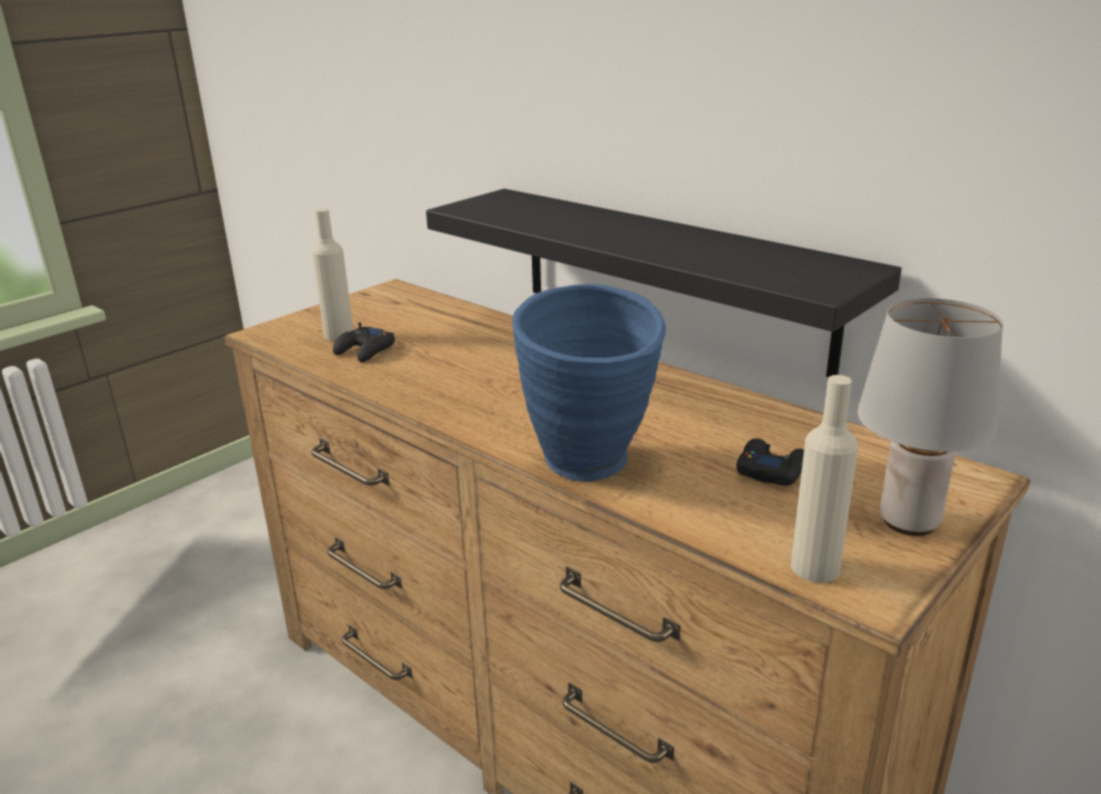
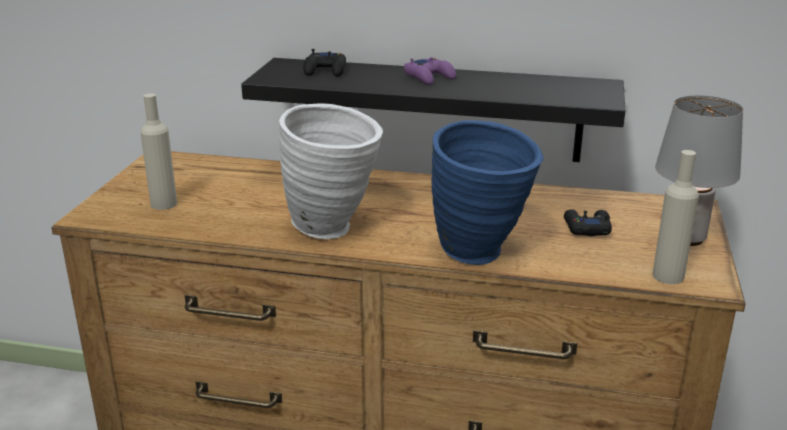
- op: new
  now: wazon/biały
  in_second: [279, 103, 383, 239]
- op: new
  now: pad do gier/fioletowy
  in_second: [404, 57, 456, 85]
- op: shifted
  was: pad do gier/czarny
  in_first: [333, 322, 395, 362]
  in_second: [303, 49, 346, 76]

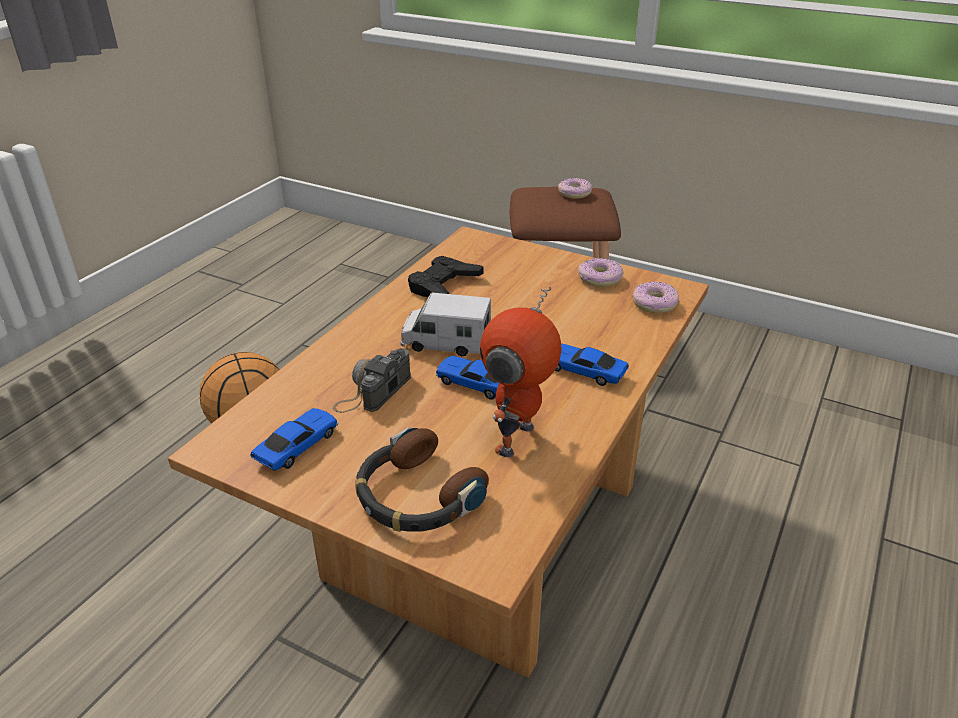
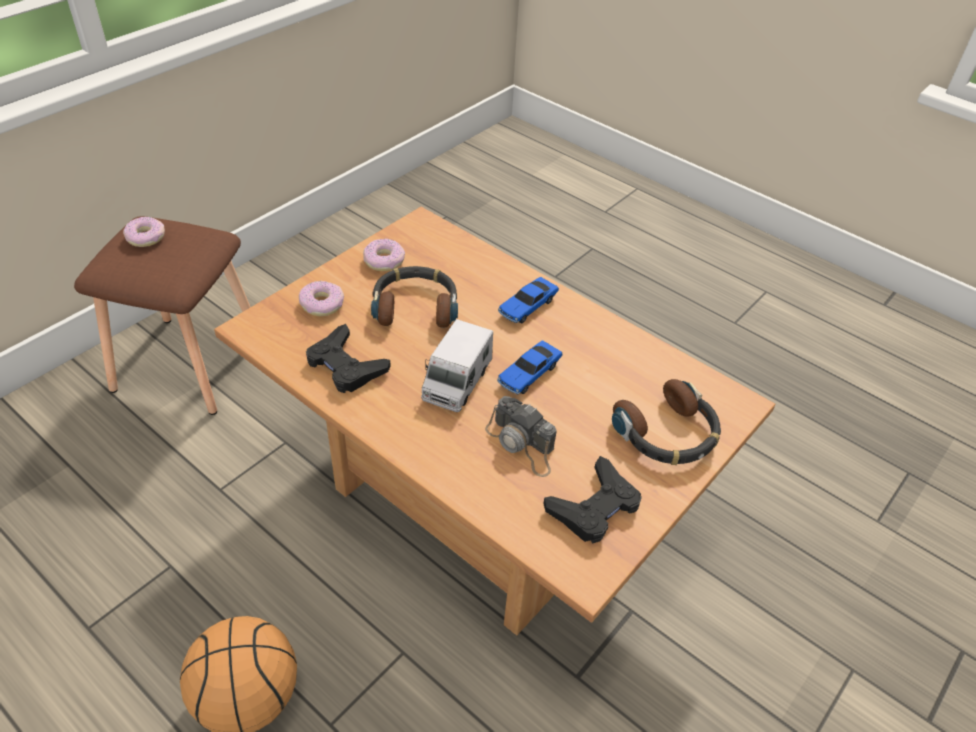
- op: gone
  was: robot zabawkowy
  in_first: [480, 286, 562, 457]
- op: new
  now: słuchawki
  in_second: [371, 266, 458, 328]
- op: shifted
  was: donut
  in_first: [632, 281, 679, 313]
  in_second: [299, 281, 344, 316]
- op: swapped
  was: samochodzik
  now: pad do gier/czarny
  in_first: [251, 408, 338, 471]
  in_second: [543, 456, 642, 543]

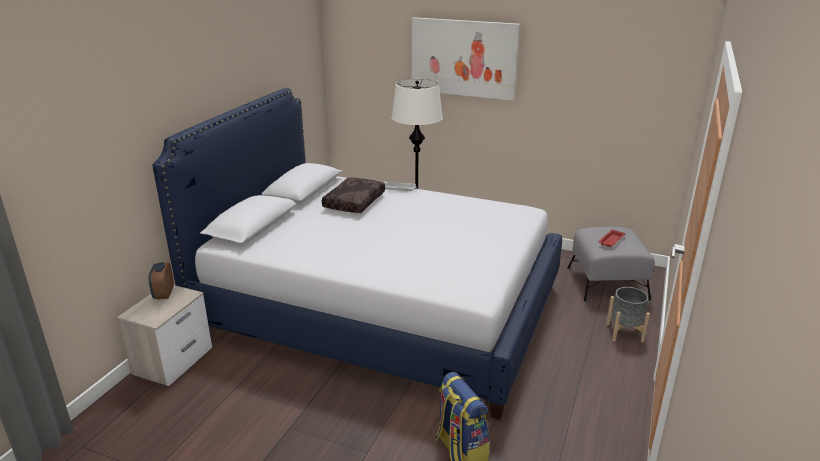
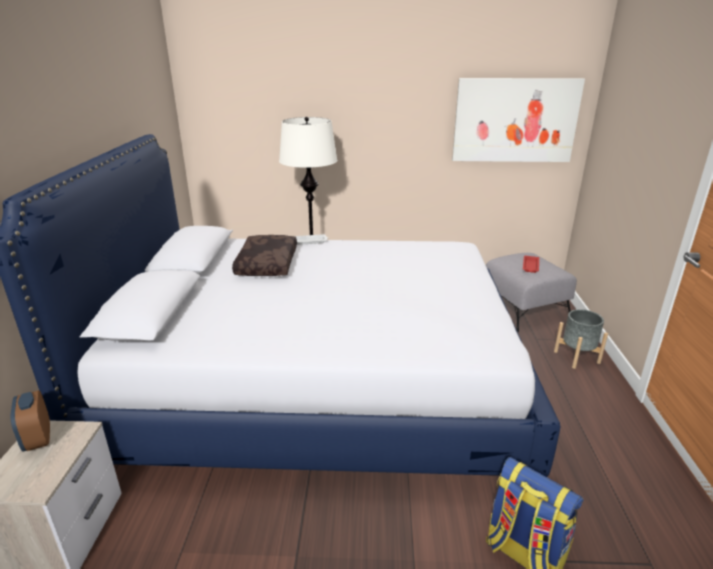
- op: shifted
  was: obraz
  in_first: [412, 17, 520, 100]
  in_second: [452, 78, 585, 162]

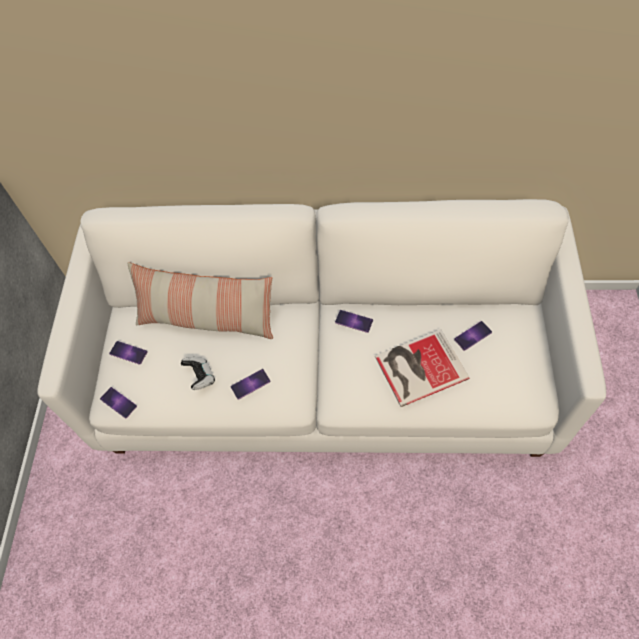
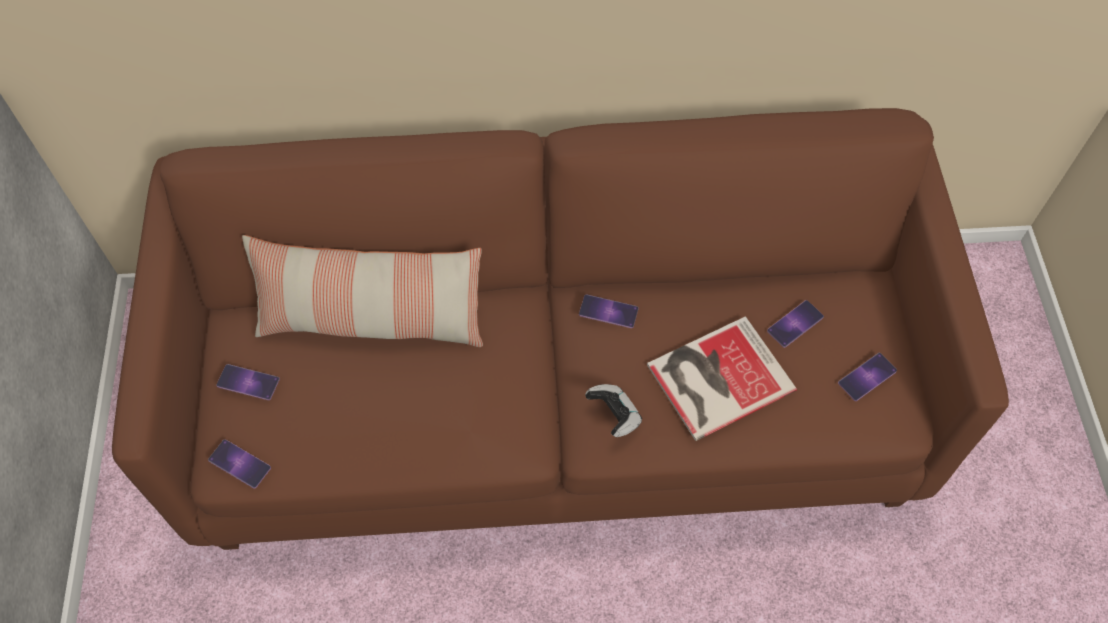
- op: shifted
  was: pad do gier
  in_first: [181, 357, 215, 390]
  in_second: [585, 384, 642, 437]
- op: shifted
  was: telefon
  in_first: [231, 369, 270, 400]
  in_second: [838, 353, 897, 401]
- op: repainted
  was: kanapa/biały
  now: kanapa/brązowy
  in_first: [37, 199, 606, 457]
  in_second: [112, 108, 1009, 550]

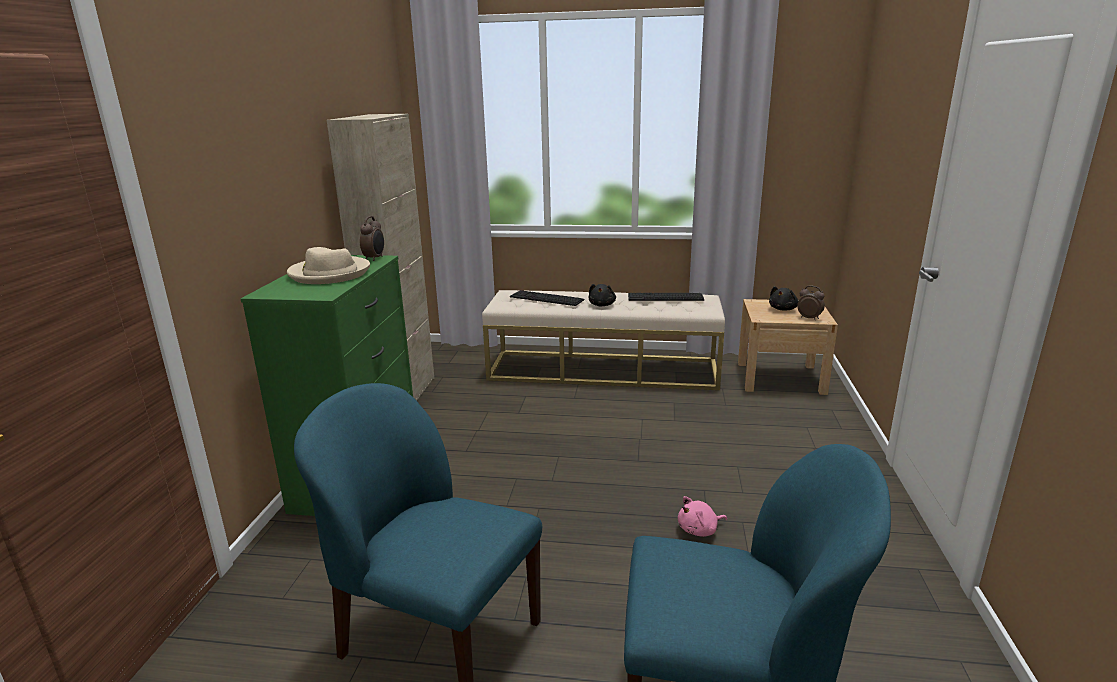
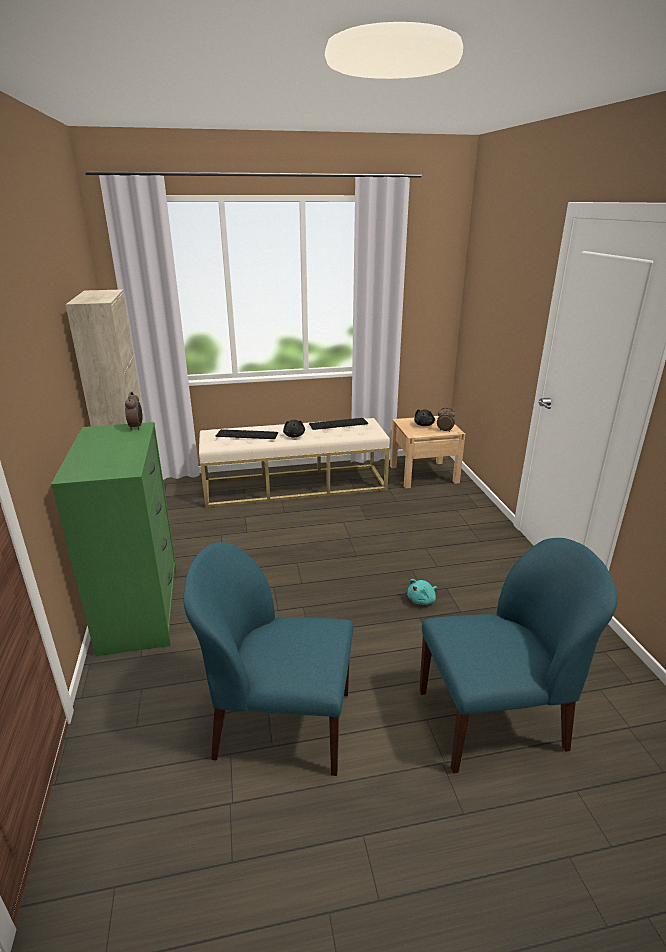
- op: gone
  was: kapelusz/beżowy
  in_first: [287, 247, 370, 284]
- op: repainted
  was: pluszak/różowy
  now: pluszak/turkusowy
  in_first: [678, 496, 727, 537]
  in_second: [407, 579, 437, 605]

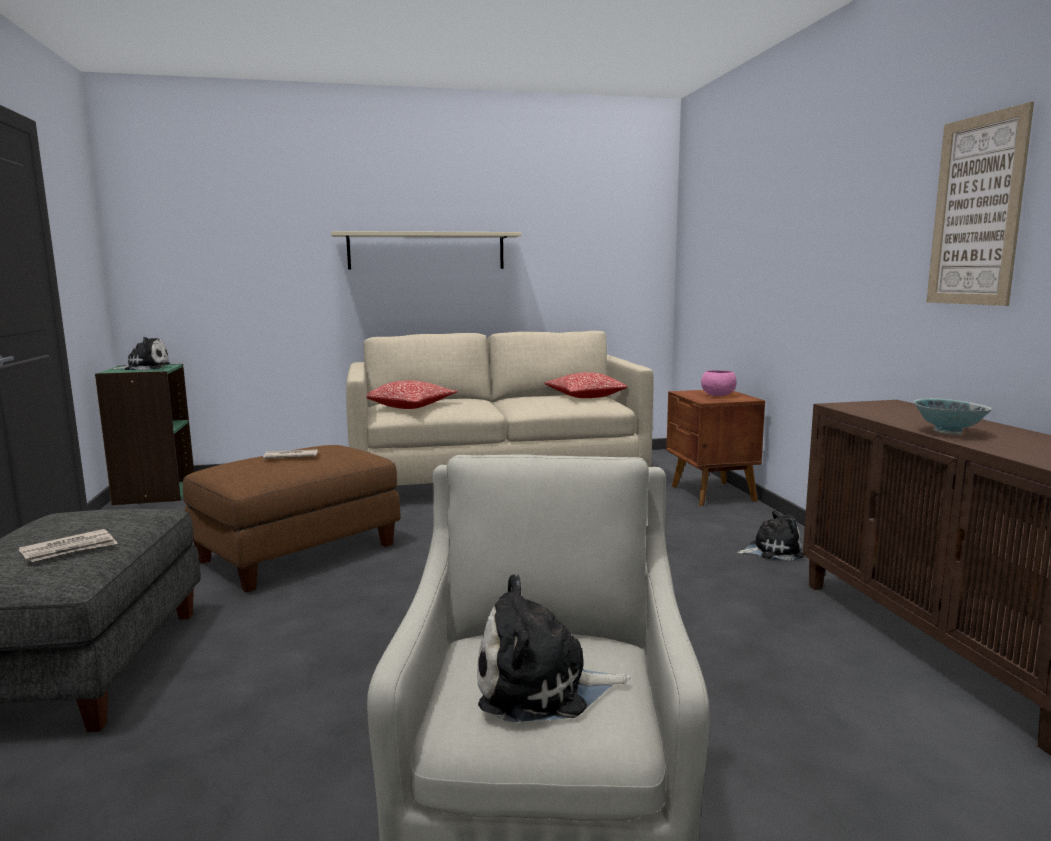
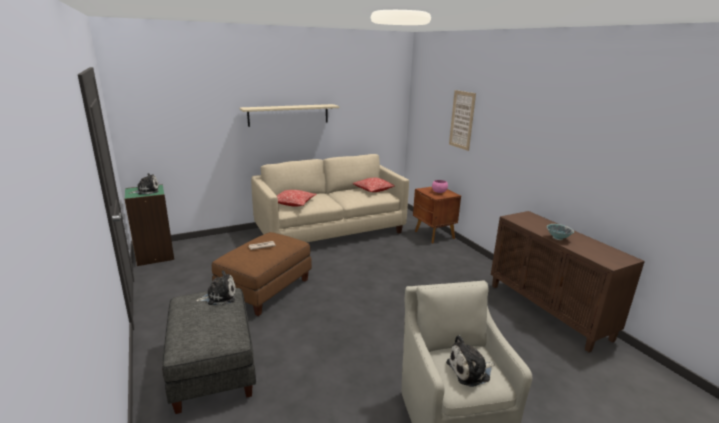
- op: gone
  was: gazeta
  in_first: [18, 529, 118, 562]
- op: shifted
  was: pluszak
  in_first: [737, 510, 804, 561]
  in_second: [195, 270, 236, 305]
- op: shifted
  was: obraz
  in_first: [927, 102, 1034, 306]
  in_second: [449, 90, 476, 151]

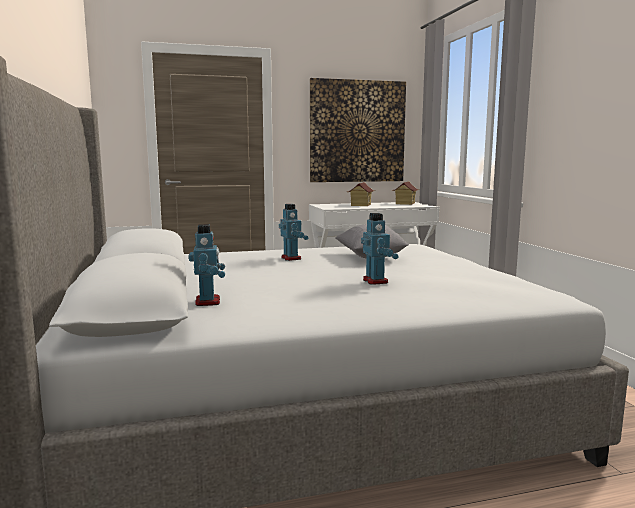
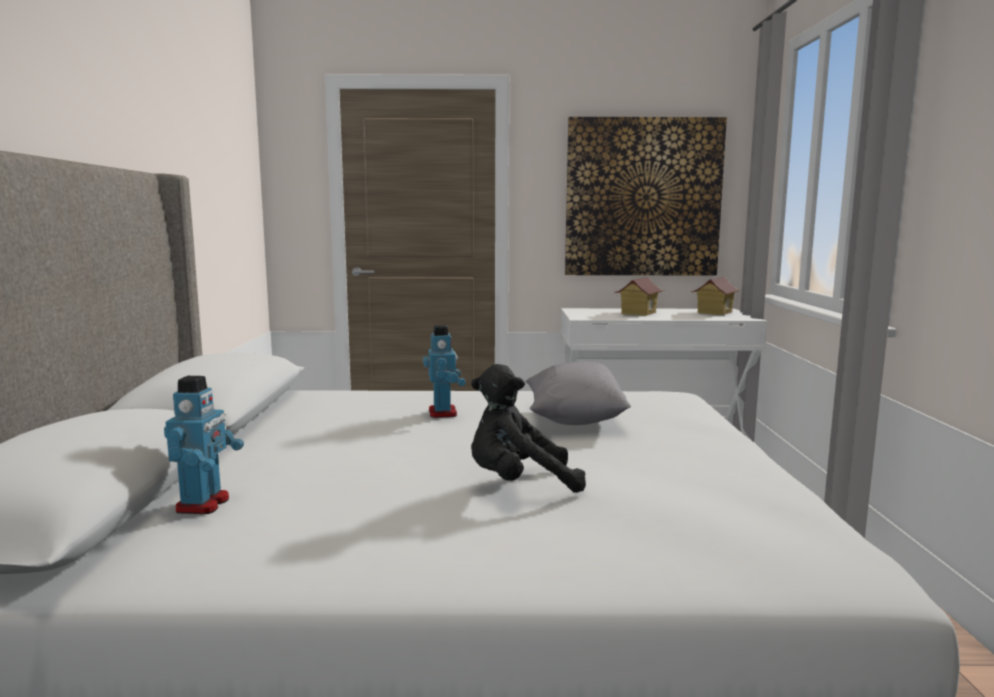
- op: swapped
  was: robot zabawkowy
  now: pluszak/czarny
  in_first: [361, 213, 398, 285]
  in_second: [471, 364, 586, 493]

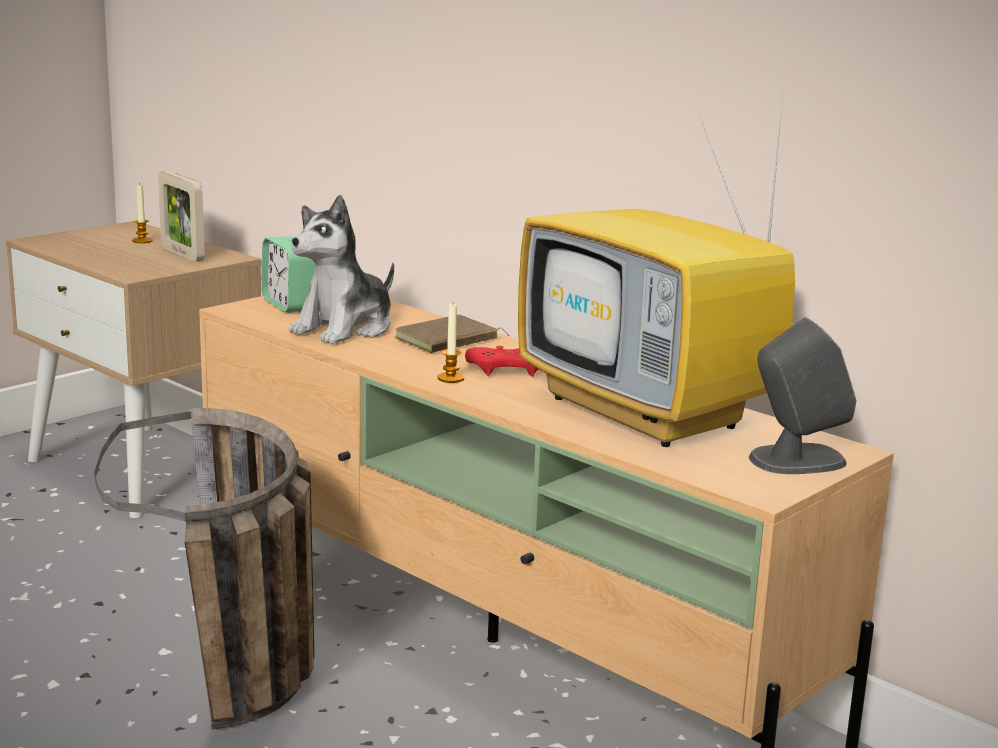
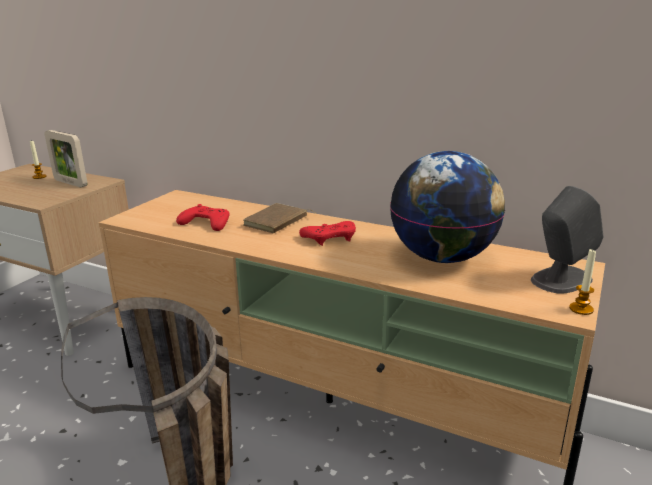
- op: gone
  was: budzik
  in_first: [261, 236, 316, 313]
- op: shifted
  was: świeca
  in_first: [438, 303, 464, 383]
  in_second: [569, 249, 596, 315]
- op: swapped
  was: pluszak
  now: pad do gier/czerwony
  in_first: [289, 195, 394, 344]
  in_second: [176, 204, 229, 231]
- op: swapped
  was: telewizor
  now: globus
  in_first: [518, 97, 795, 447]
  in_second: [390, 151, 505, 263]

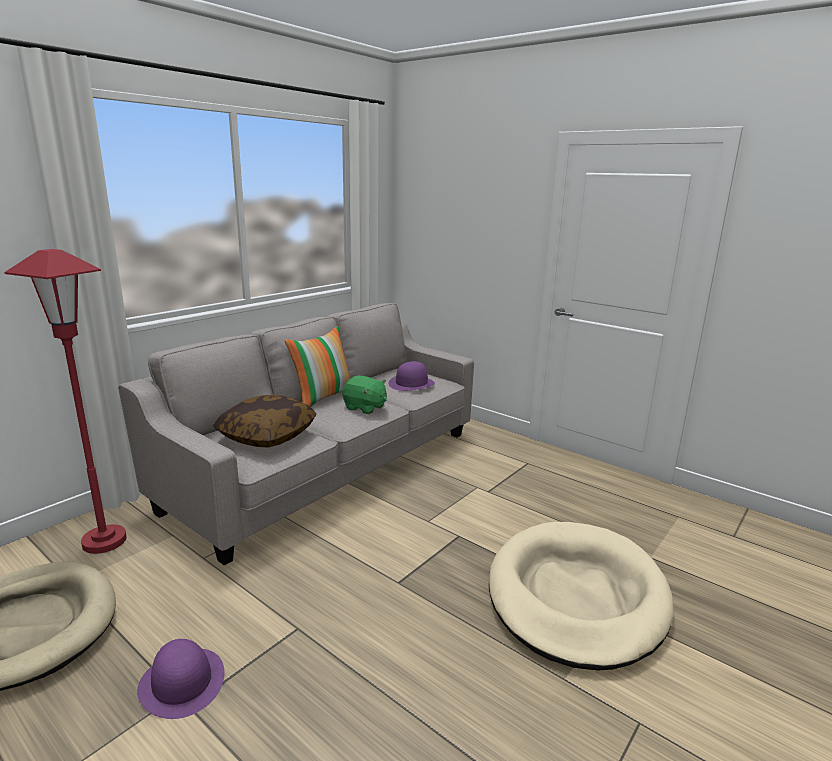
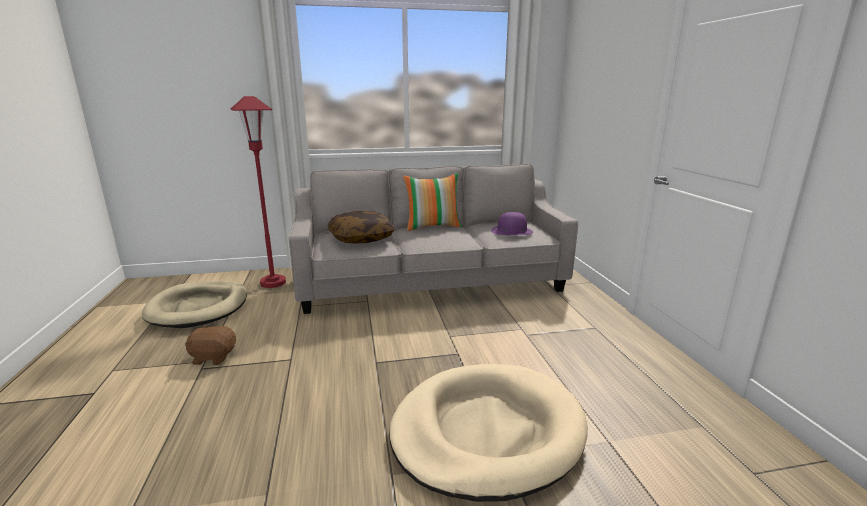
- op: gone
  was: pluszak/zielony
  in_first: [342, 376, 387, 414]
- op: swapped
  was: kapelusz/fioletowy
  now: pluszak/brązowy
  in_first: [137, 639, 225, 719]
  in_second: [185, 325, 236, 365]

